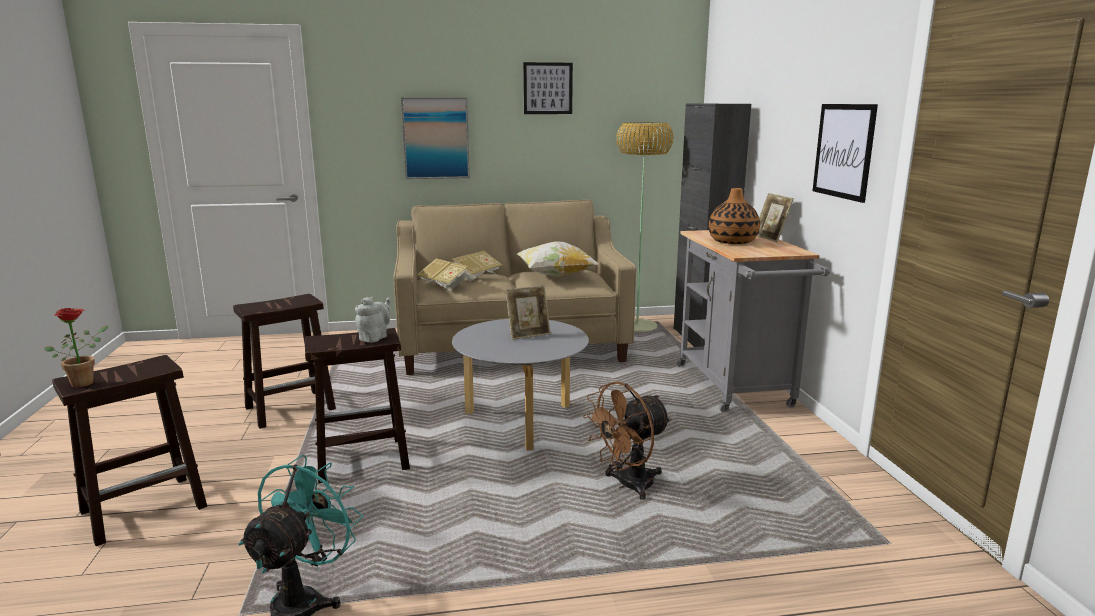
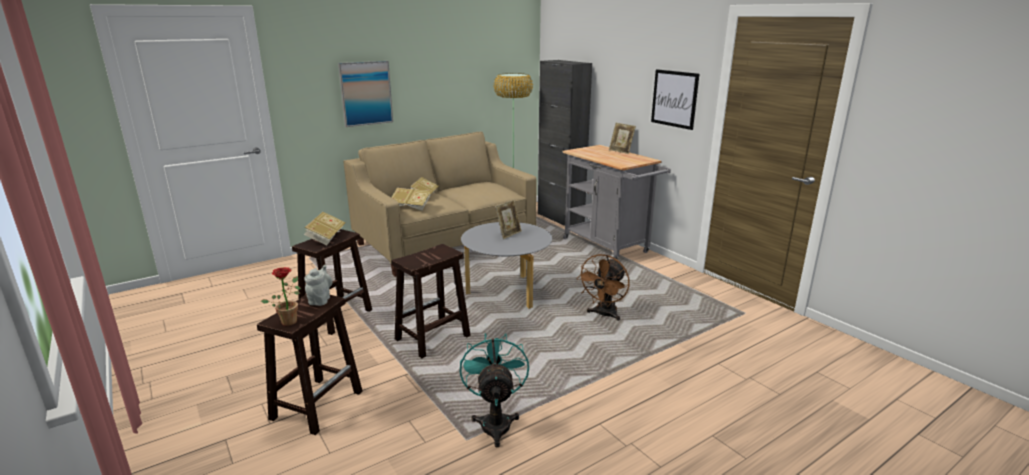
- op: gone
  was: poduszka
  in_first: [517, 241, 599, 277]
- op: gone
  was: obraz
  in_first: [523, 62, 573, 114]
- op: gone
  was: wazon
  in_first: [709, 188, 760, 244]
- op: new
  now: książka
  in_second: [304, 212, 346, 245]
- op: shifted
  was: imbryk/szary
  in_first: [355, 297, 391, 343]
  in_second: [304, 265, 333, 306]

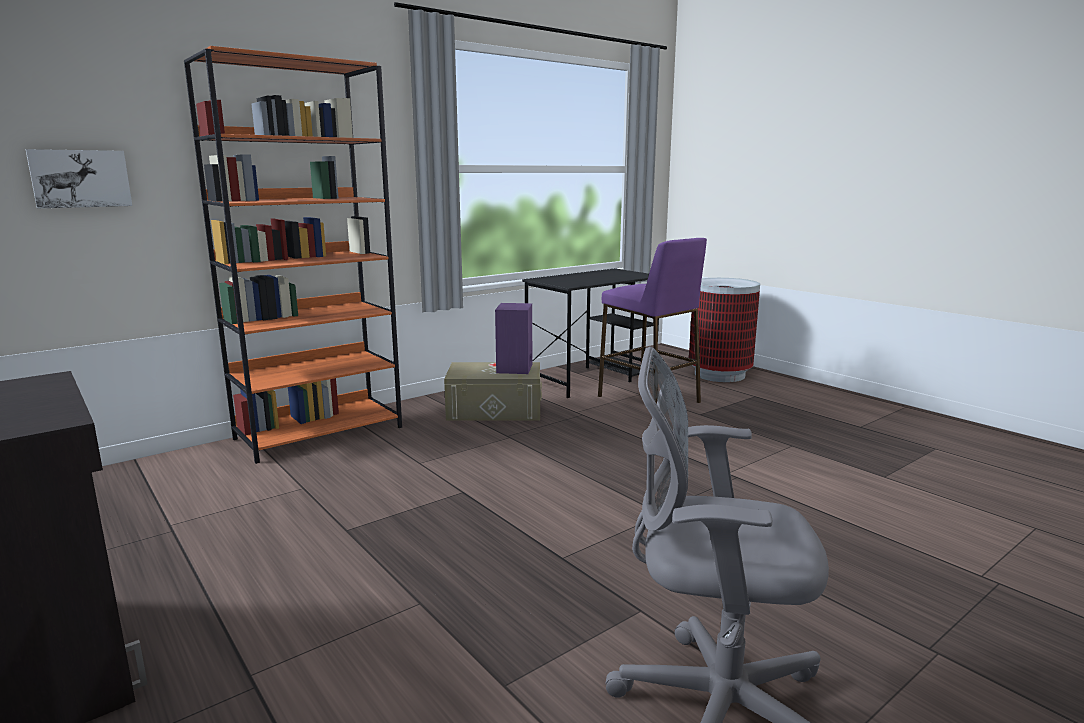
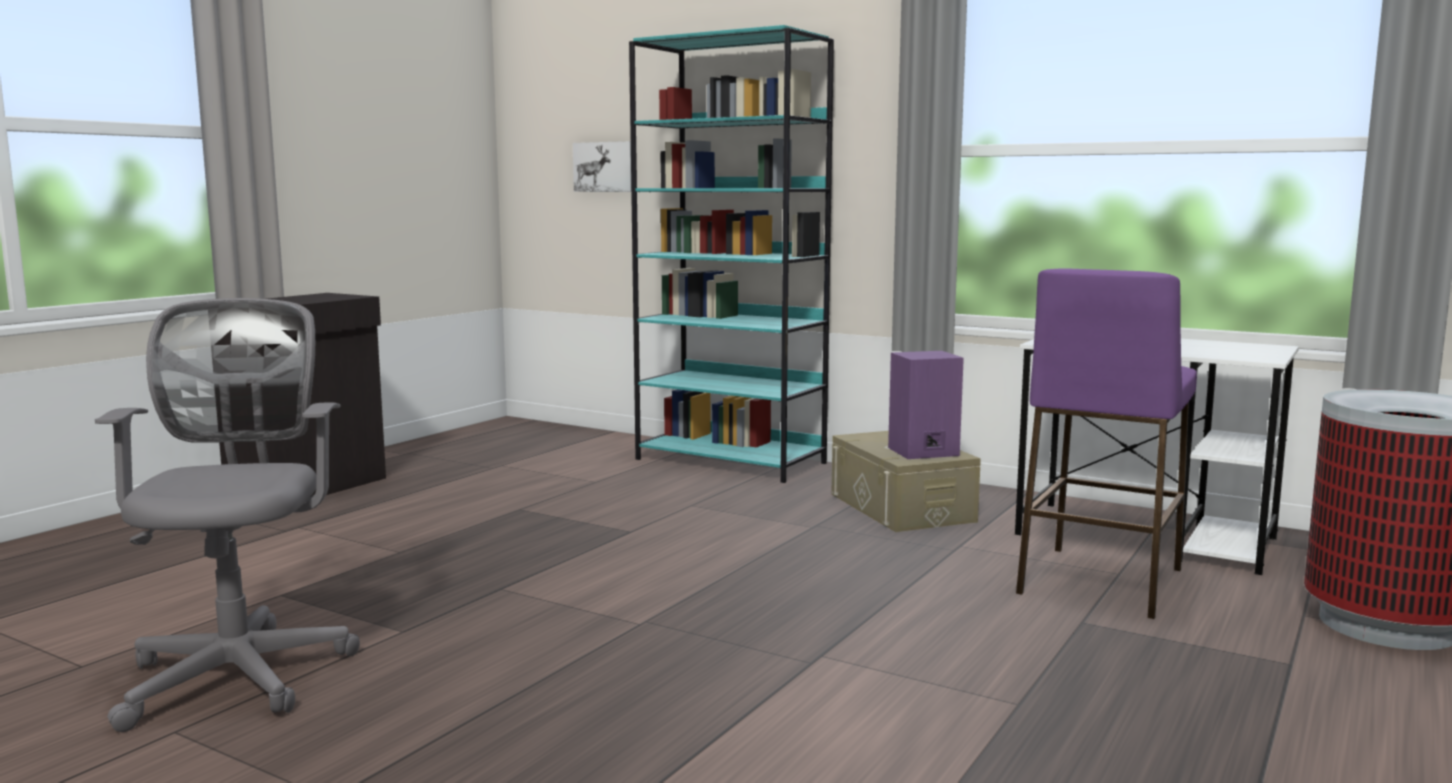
- op: repainted
  was: regał/pomarańczowy
  now: regał/turkusowy
  in_first: [184, 46, 402, 464]
  in_second: [629, 25, 834, 483]
- op: repainted
  was: biurko/czarny
  now: biurko/biały
  in_first: [522, 268, 659, 398]
  in_second: [1015, 339, 1299, 575]

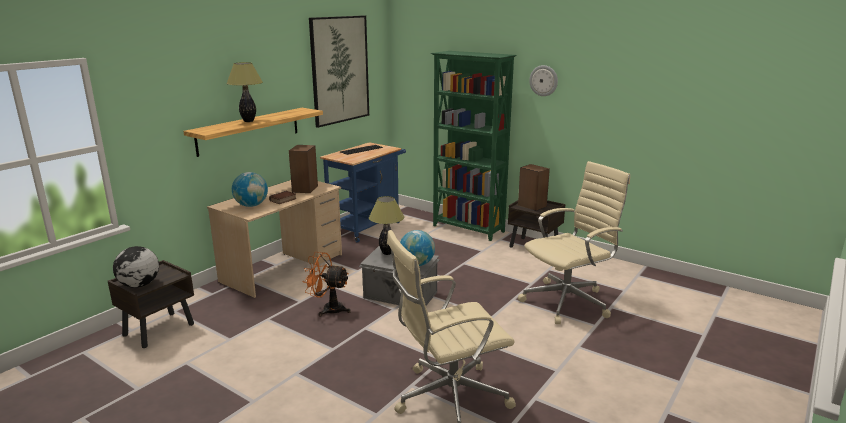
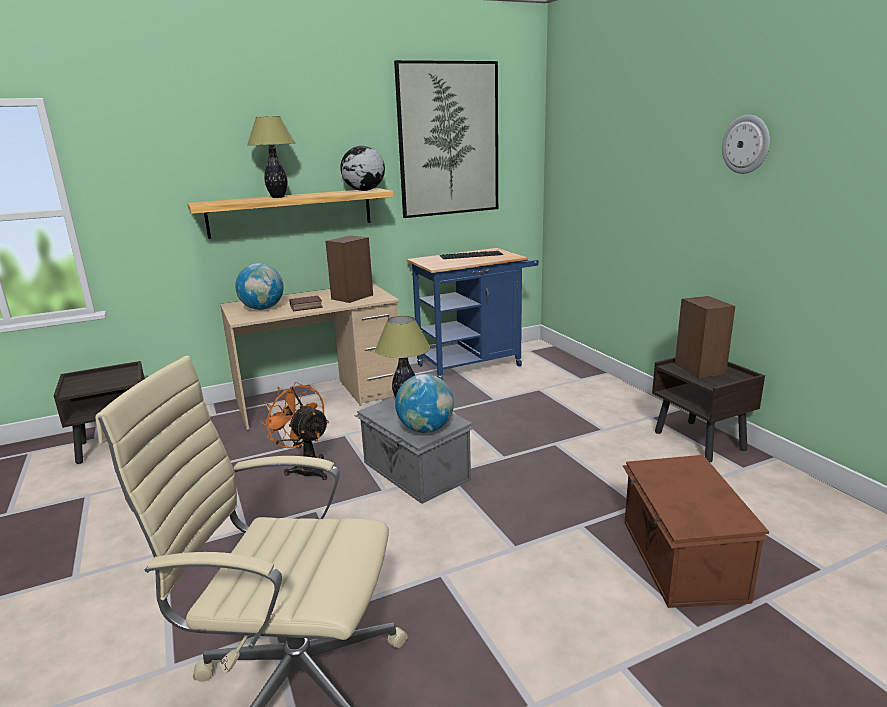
- op: gone
  was: regał/zielony
  in_first: [431, 51, 517, 241]
- op: shifted
  was: globus
  in_first: [113, 246, 159, 288]
  in_second: [340, 146, 385, 191]
- op: swapped
  was: krzesło biurowe/beżowy
  now: pojemnik do przechowywania/brązowy
  in_first: [518, 161, 630, 324]
  in_second: [623, 455, 769, 608]

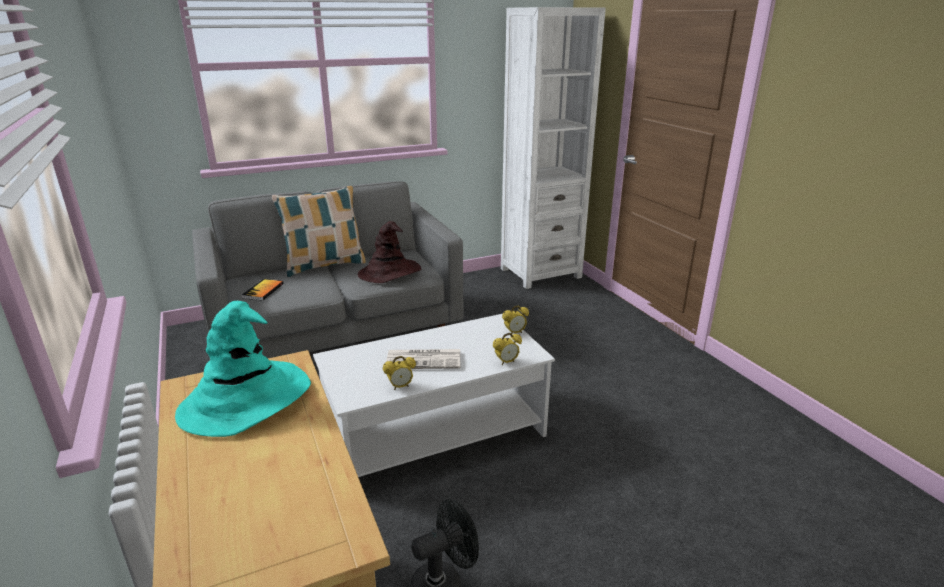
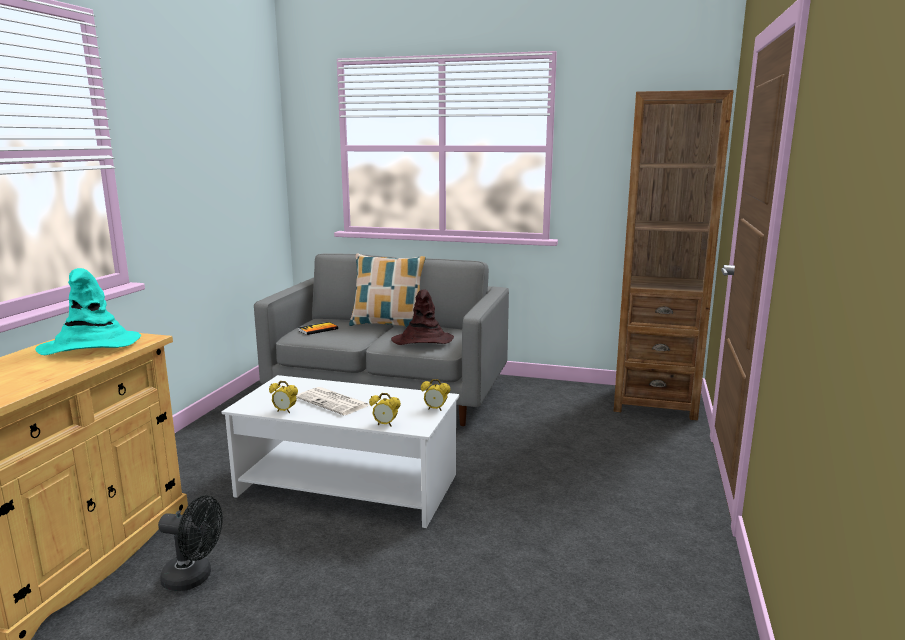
- op: repainted
  was: regał/biały
  now: regał/brązowy
  in_first: [501, 7, 606, 289]
  in_second: [614, 90, 734, 420]

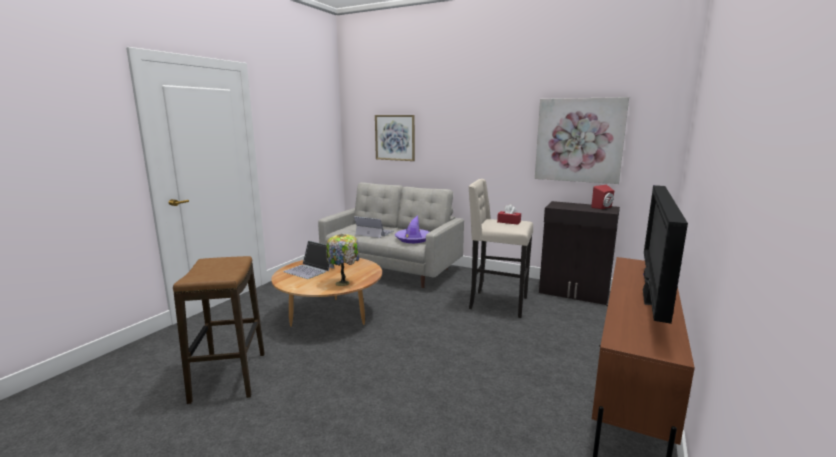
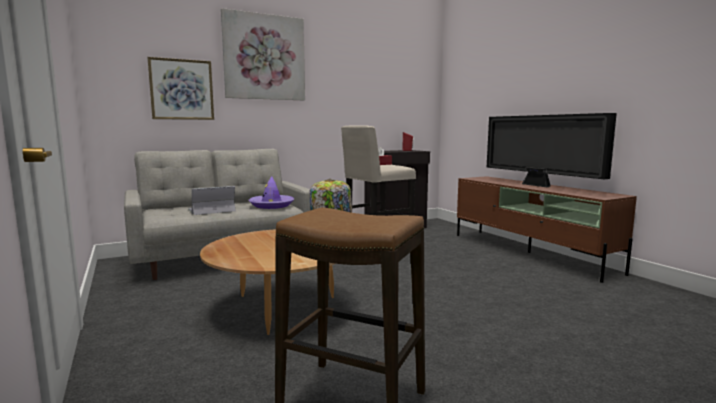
- op: gone
  was: laptop
  in_first: [283, 241, 335, 279]
- op: shifted
  was: obraz
  in_first: [535, 97, 629, 184]
  in_second: [221, 8, 305, 100]

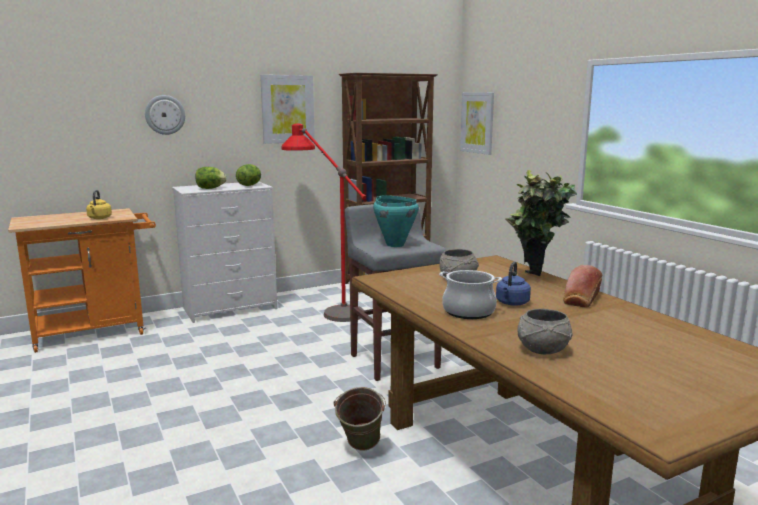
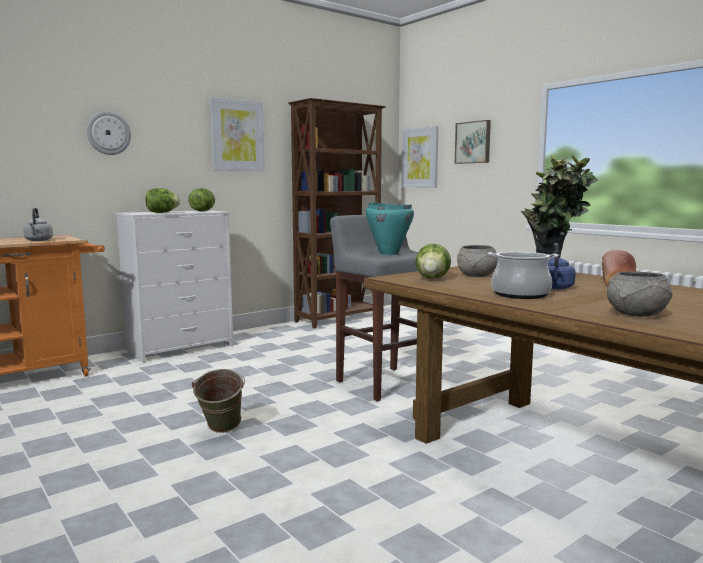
- op: gone
  was: lampa stojąca/czerwony
  in_first: [282, 124, 366, 322]
- op: new
  now: sałata
  in_second: [415, 243, 451, 279]
- op: new
  now: obraz
  in_second: [455, 120, 491, 164]
- op: shifted
  was: wiadro/zielony
  in_first: [333, 387, 386, 450]
  in_second: [191, 369, 245, 433]
- op: repainted
  was: czajnik/żółty
  now: czajnik/szary
  in_first: [86, 190, 112, 219]
  in_second: [23, 208, 53, 241]

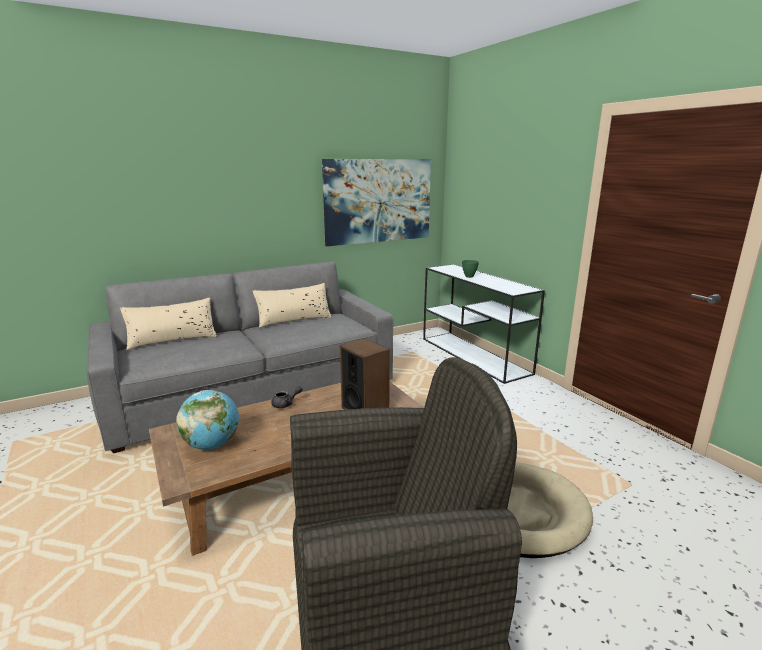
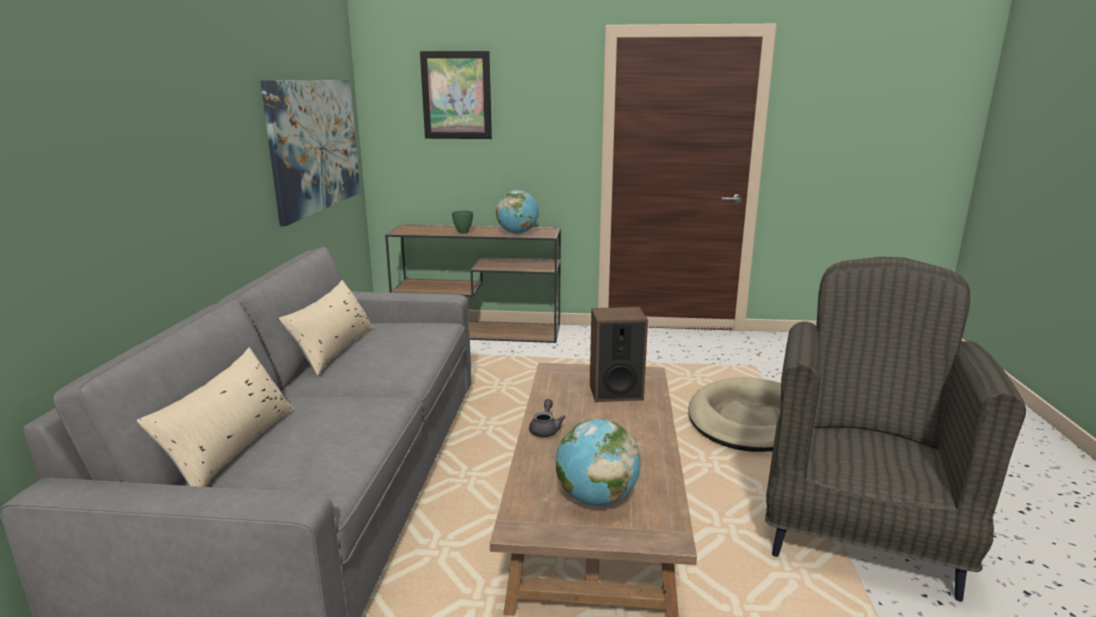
- op: new
  now: obraz
  in_second: [420, 51, 492, 139]
- op: new
  now: globus
  in_second: [496, 190, 539, 234]
- op: repainted
  was: stolik konsolowy/biały
  now: stolik konsolowy/brązowy
  in_first: [423, 264, 545, 384]
  in_second: [385, 224, 561, 343]

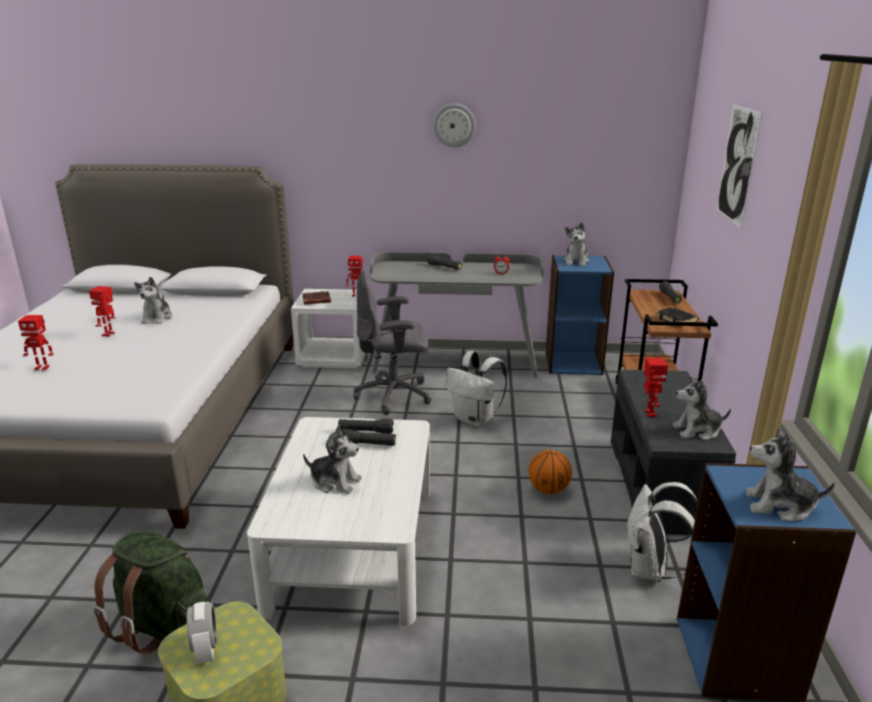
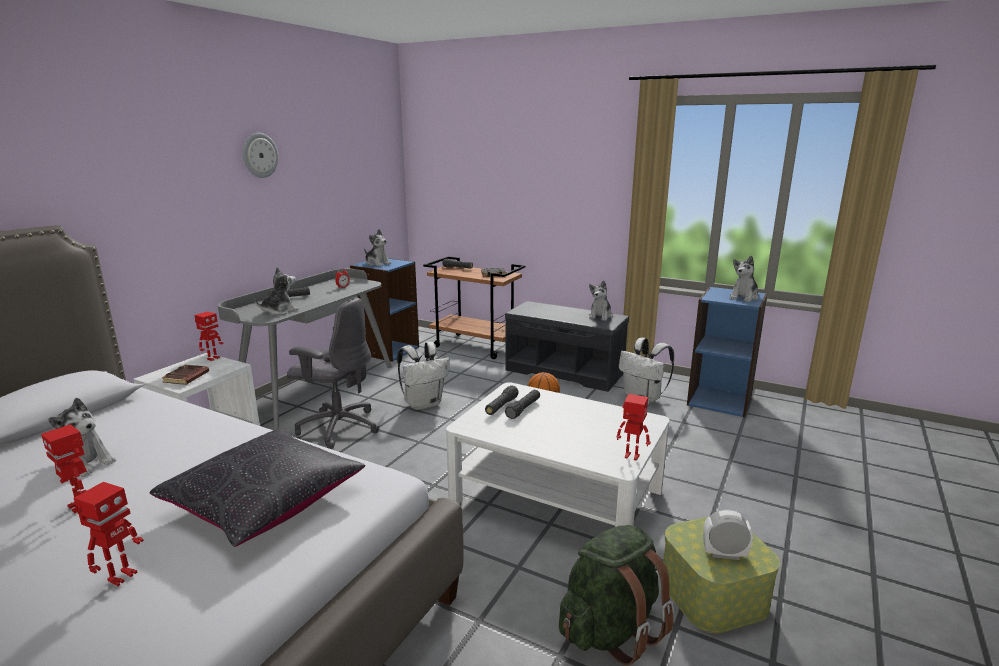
- op: gone
  was: obraz
  in_first: [716, 104, 762, 229]
- op: new
  now: poduszka/czarny
  in_second: [150, 429, 365, 547]
- op: shifted
  was: pluszak
  in_first: [303, 425, 362, 494]
  in_second: [255, 267, 298, 315]
- op: shifted
  was: robot zabawkowy
  in_first: [644, 358, 668, 417]
  in_second: [616, 394, 651, 461]
- op: rotated
  was: krzesło biurowe/szary
  in_first: [354, 270, 432, 415]
  in_second: [287, 297, 379, 449]
  clockwise: -90

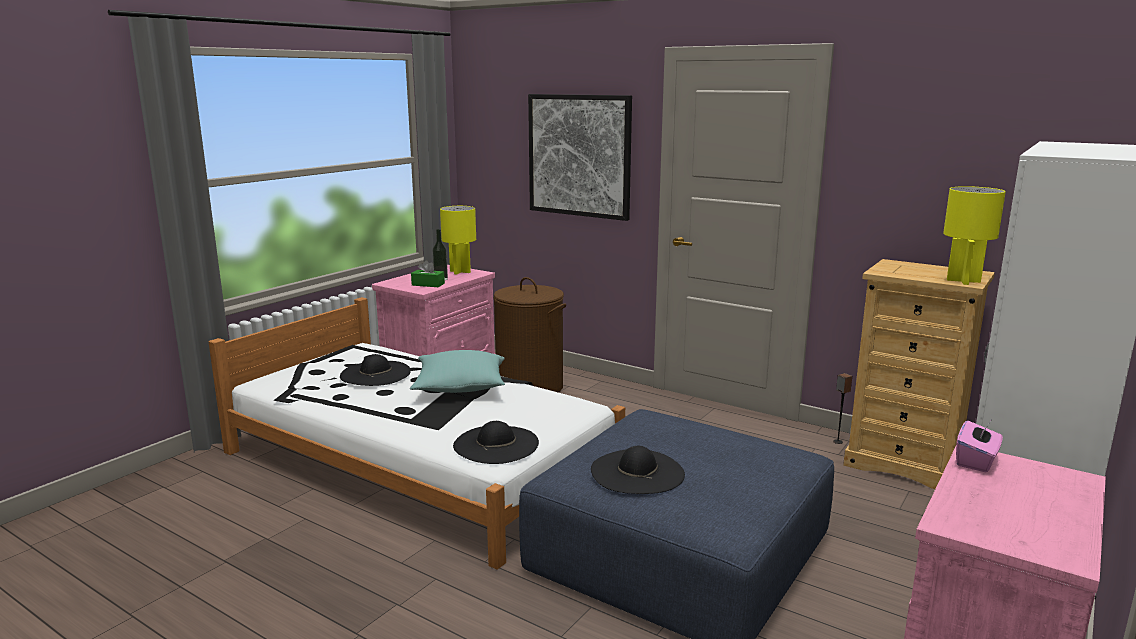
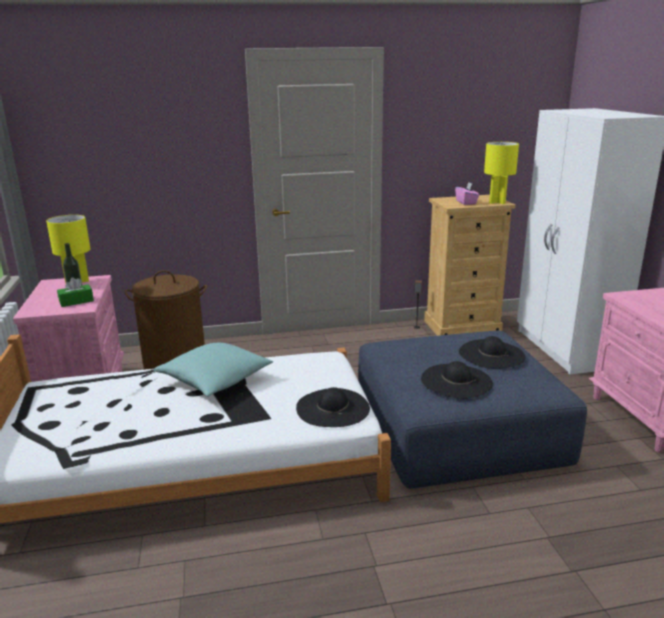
- op: gone
  was: obraz
  in_first: [528, 94, 632, 221]
- op: shifted
  was: kapelusz/czarny
  in_first: [340, 354, 411, 386]
  in_second: [459, 336, 526, 369]
- op: shifted
  was: pudełko chusteczek/różowy
  in_first: [956, 421, 1003, 472]
  in_second: [455, 182, 479, 205]

